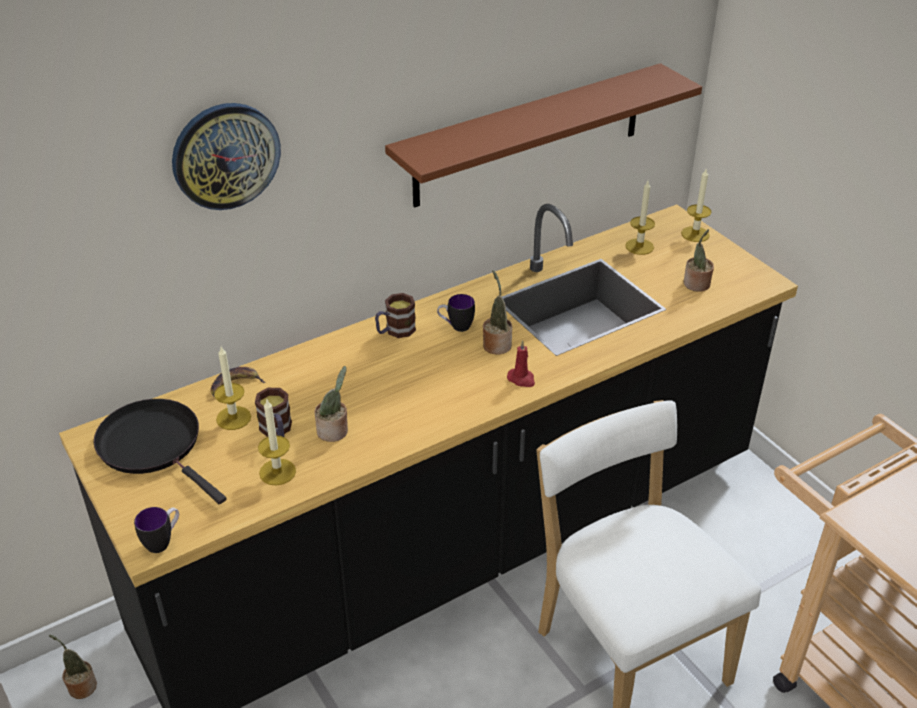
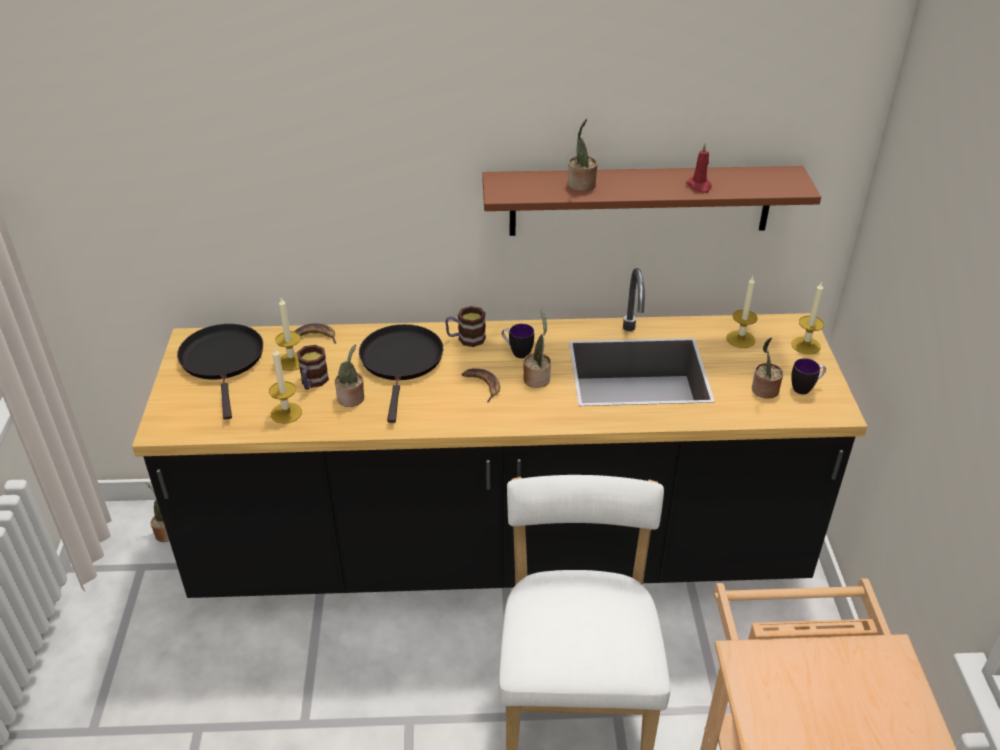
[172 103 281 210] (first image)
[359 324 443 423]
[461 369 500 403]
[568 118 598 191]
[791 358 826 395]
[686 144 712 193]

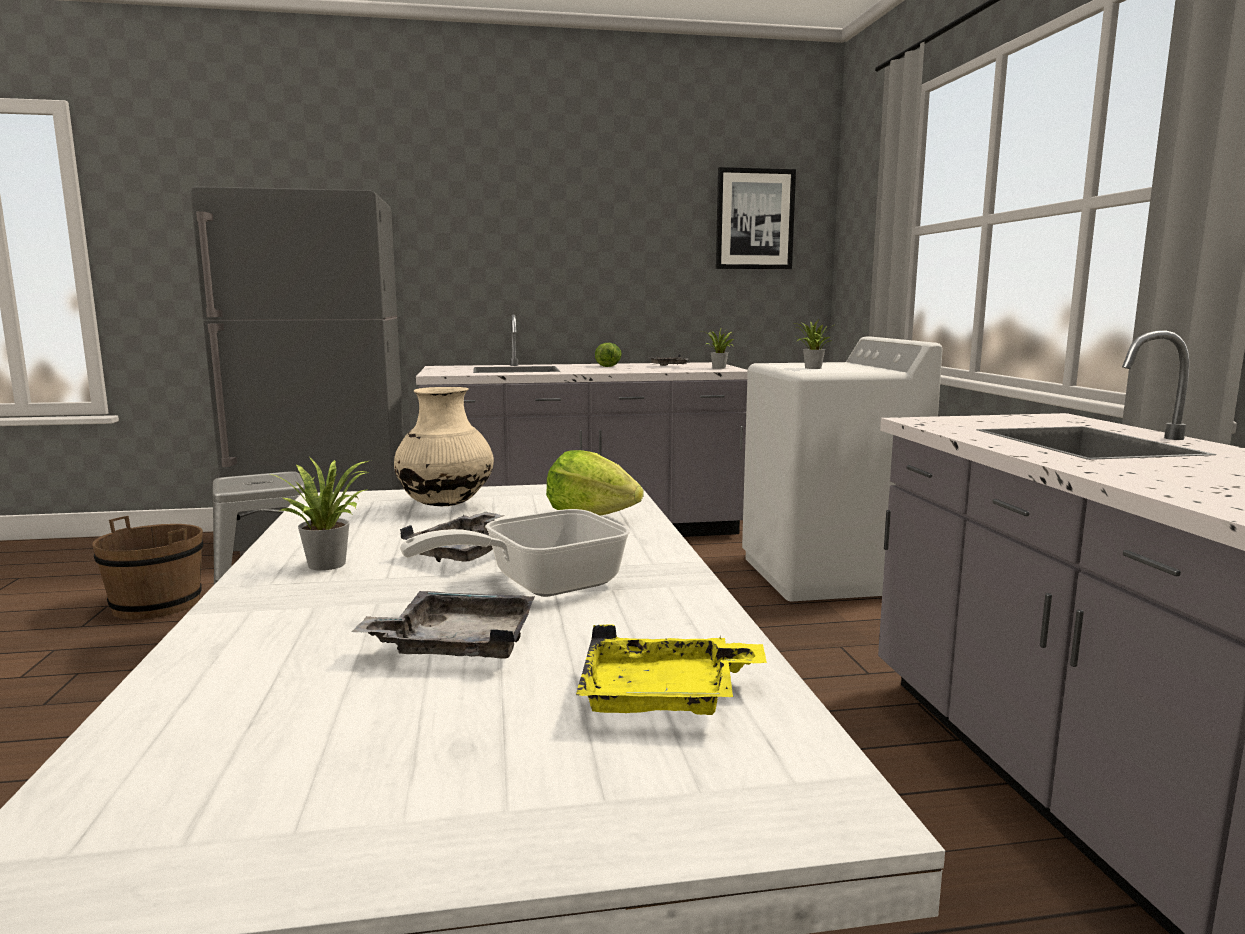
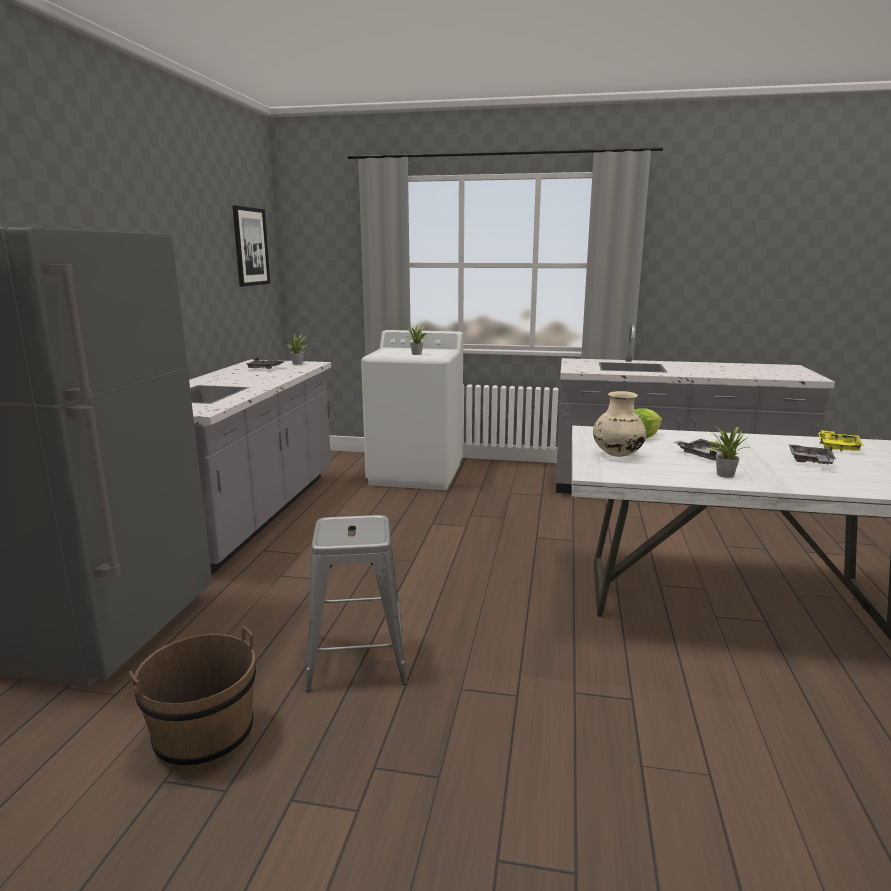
[400 509 630 597] (first image)
[595 343 622 367] (first image)

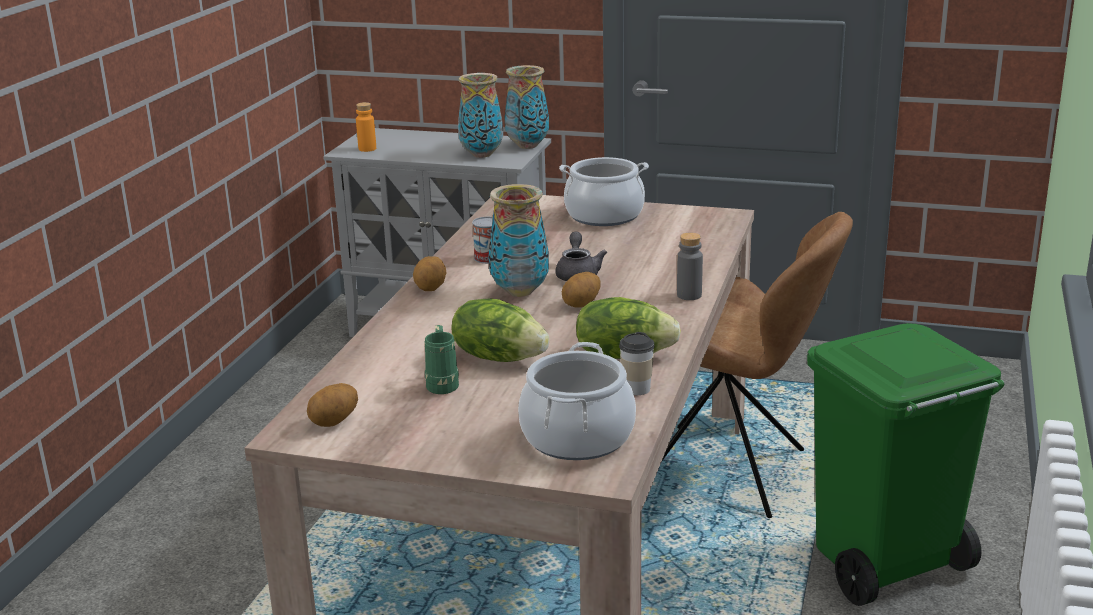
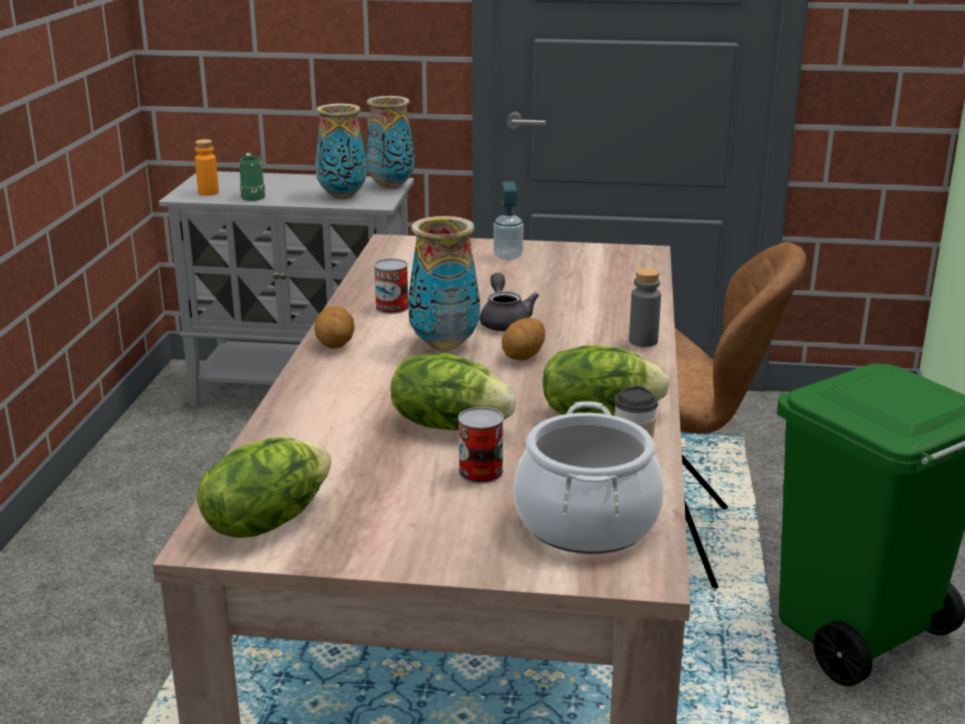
[458 407 504 483]
[239 153 265 201]
[197 437 331 538]
[493 181 523 260]

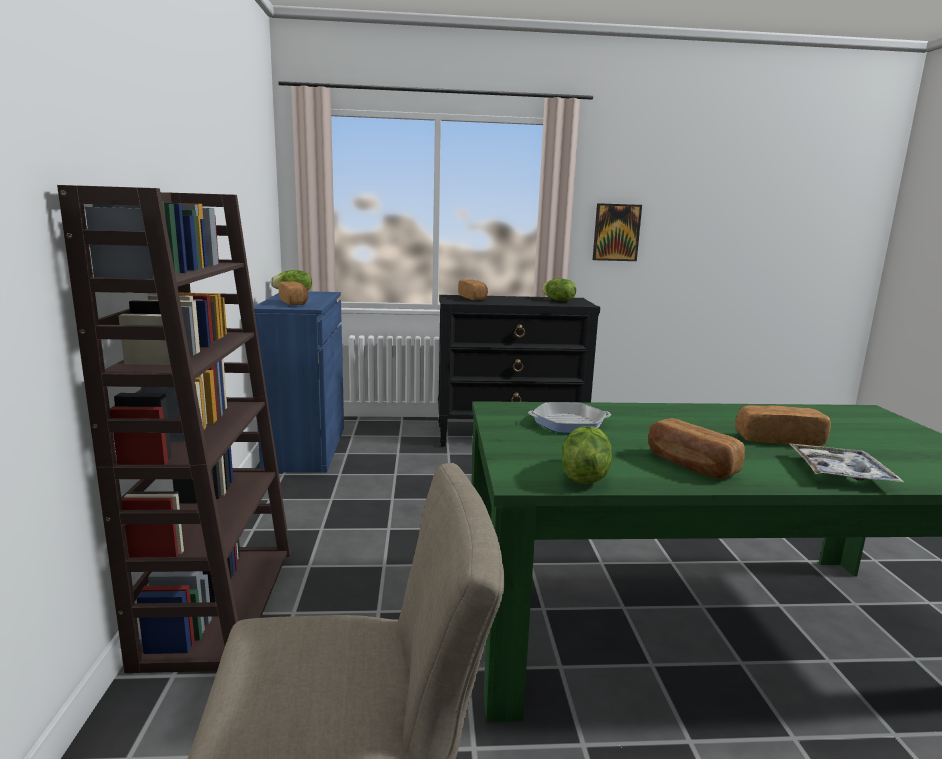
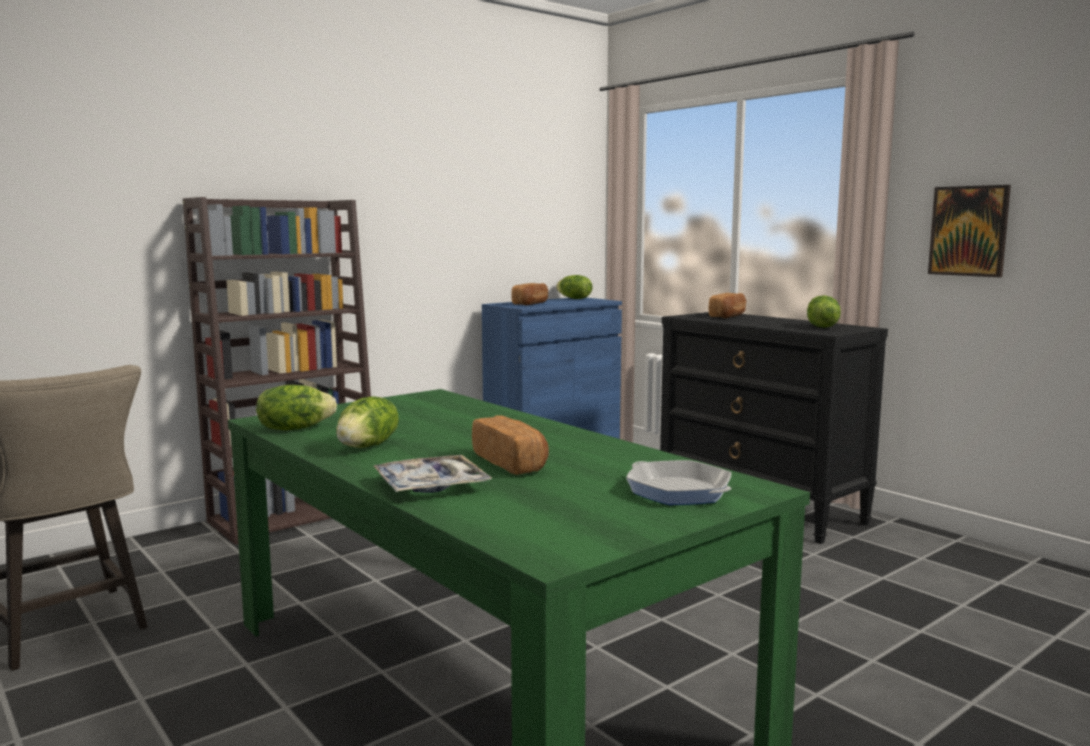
[626 460 732 505]
[336 397 399 448]

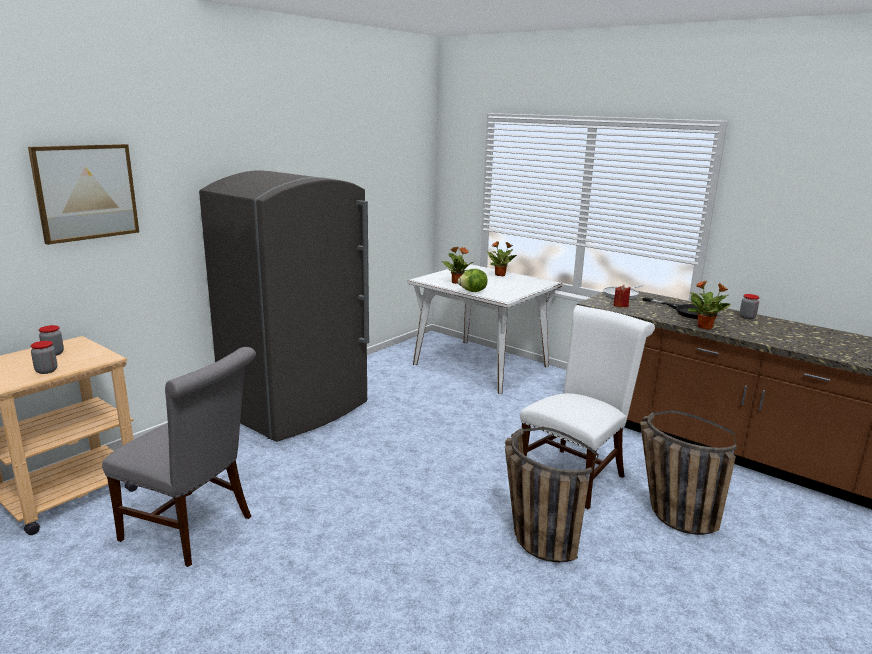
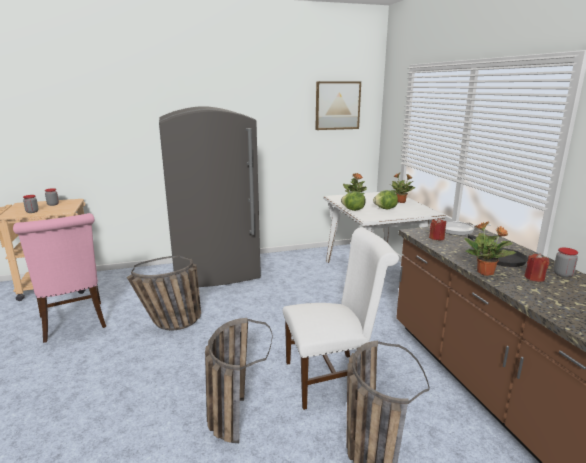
[127 255 201 330]
[373 190 398 210]
[524 254 549 282]
[315 81 361 130]
[13 213 106 343]

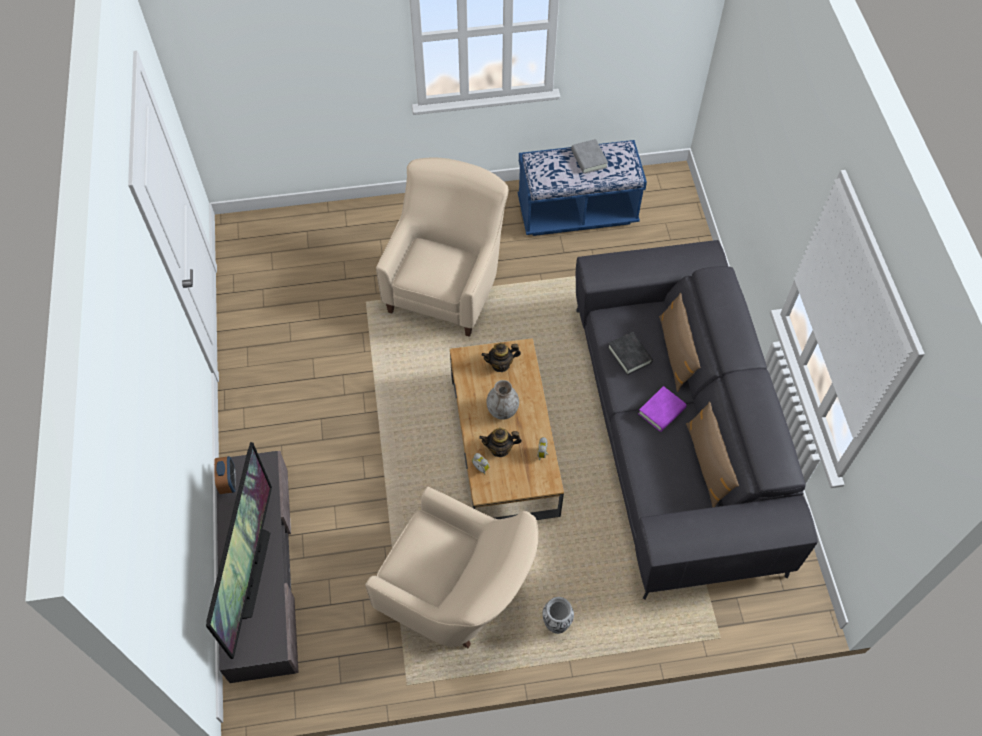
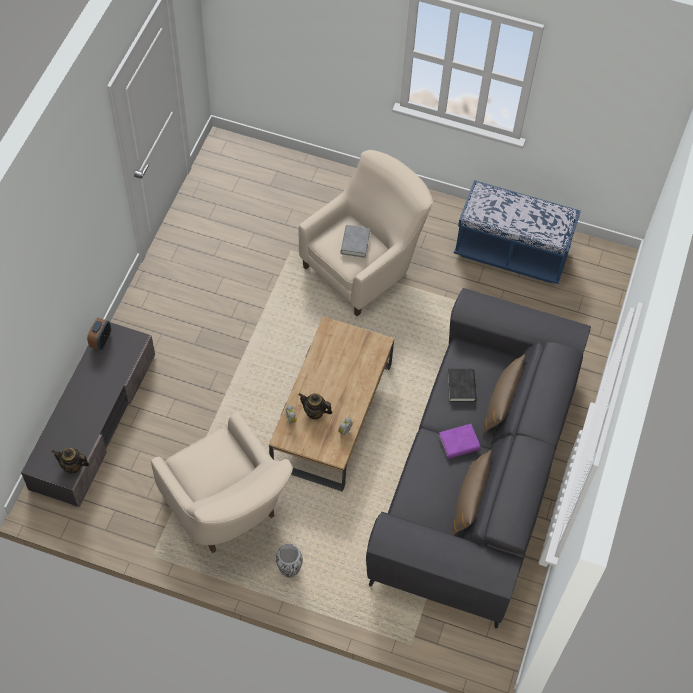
[206 442 272 659] (first image)
[486 380 519 420] (first image)
[52 448 90 474]
[341 225 370 258]

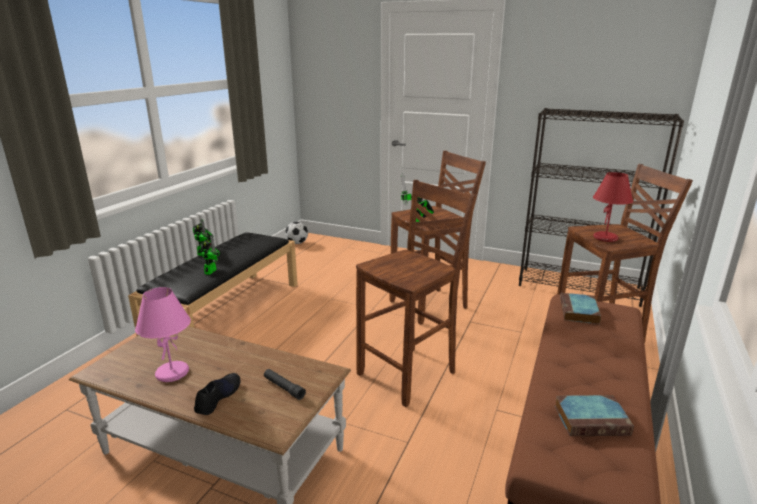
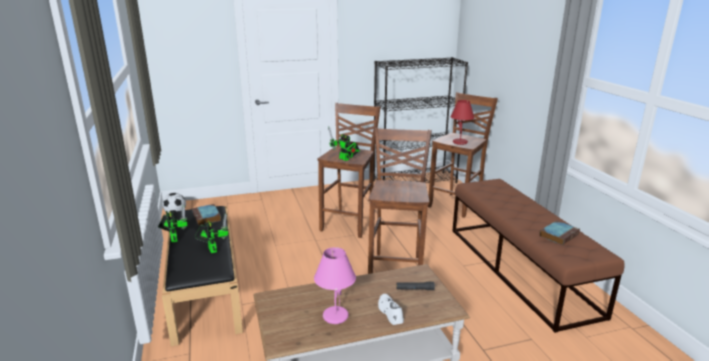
[192 204 221 225]
[378 294 404 325]

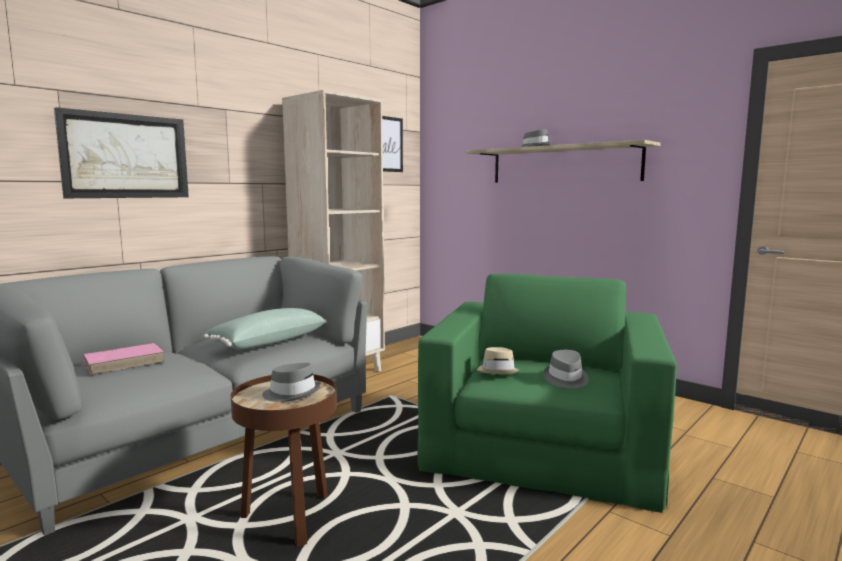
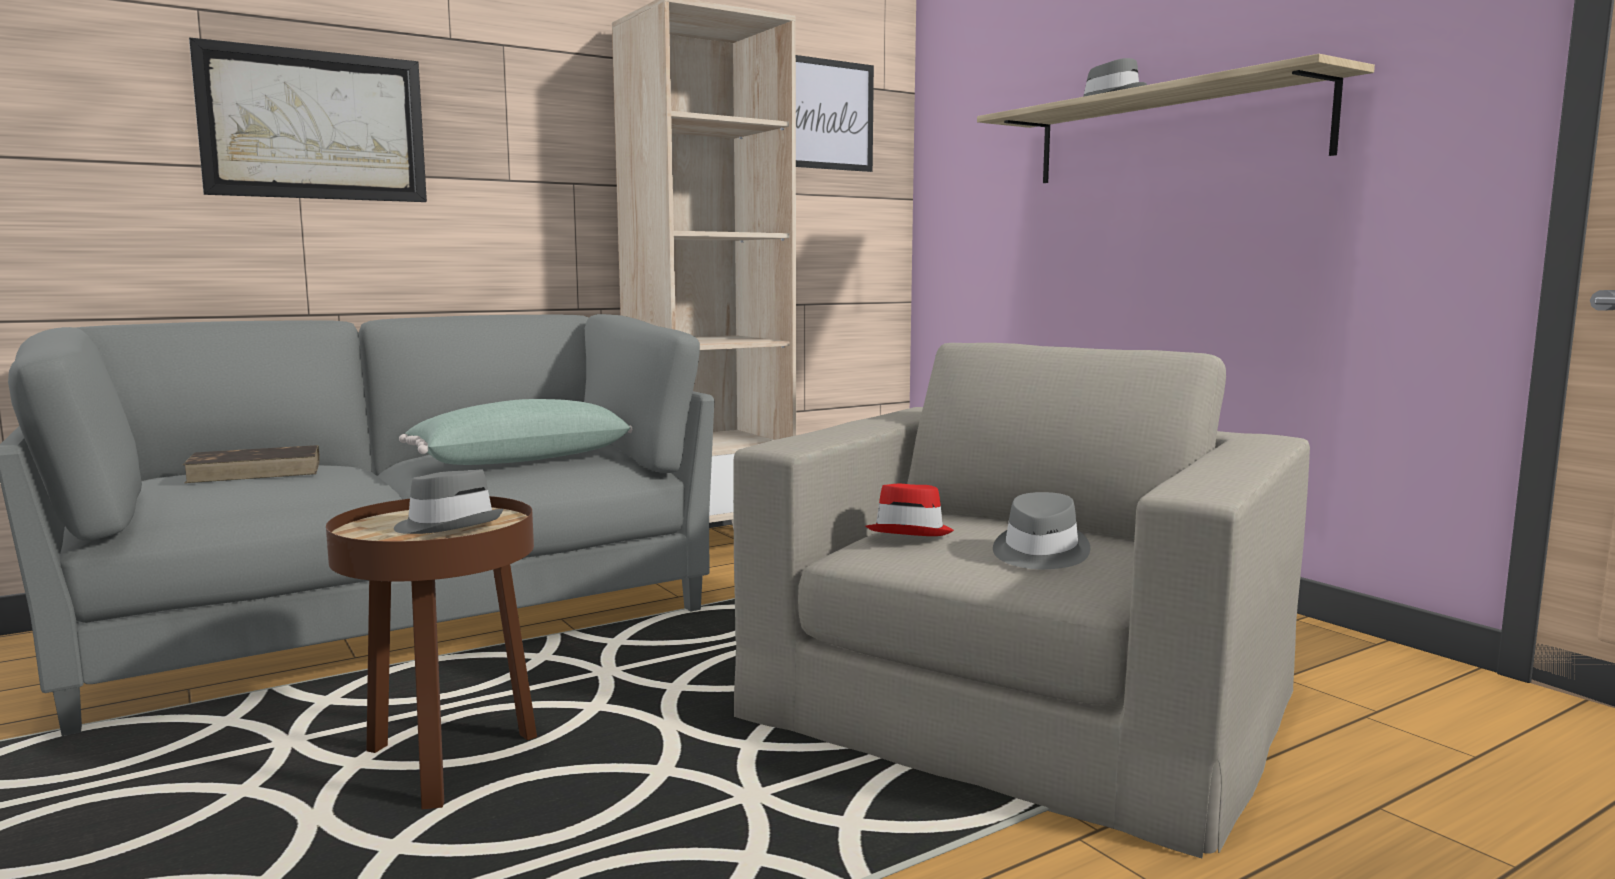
[183 445 320 483]
[733 343 1310 859]
[866 484 954 536]

